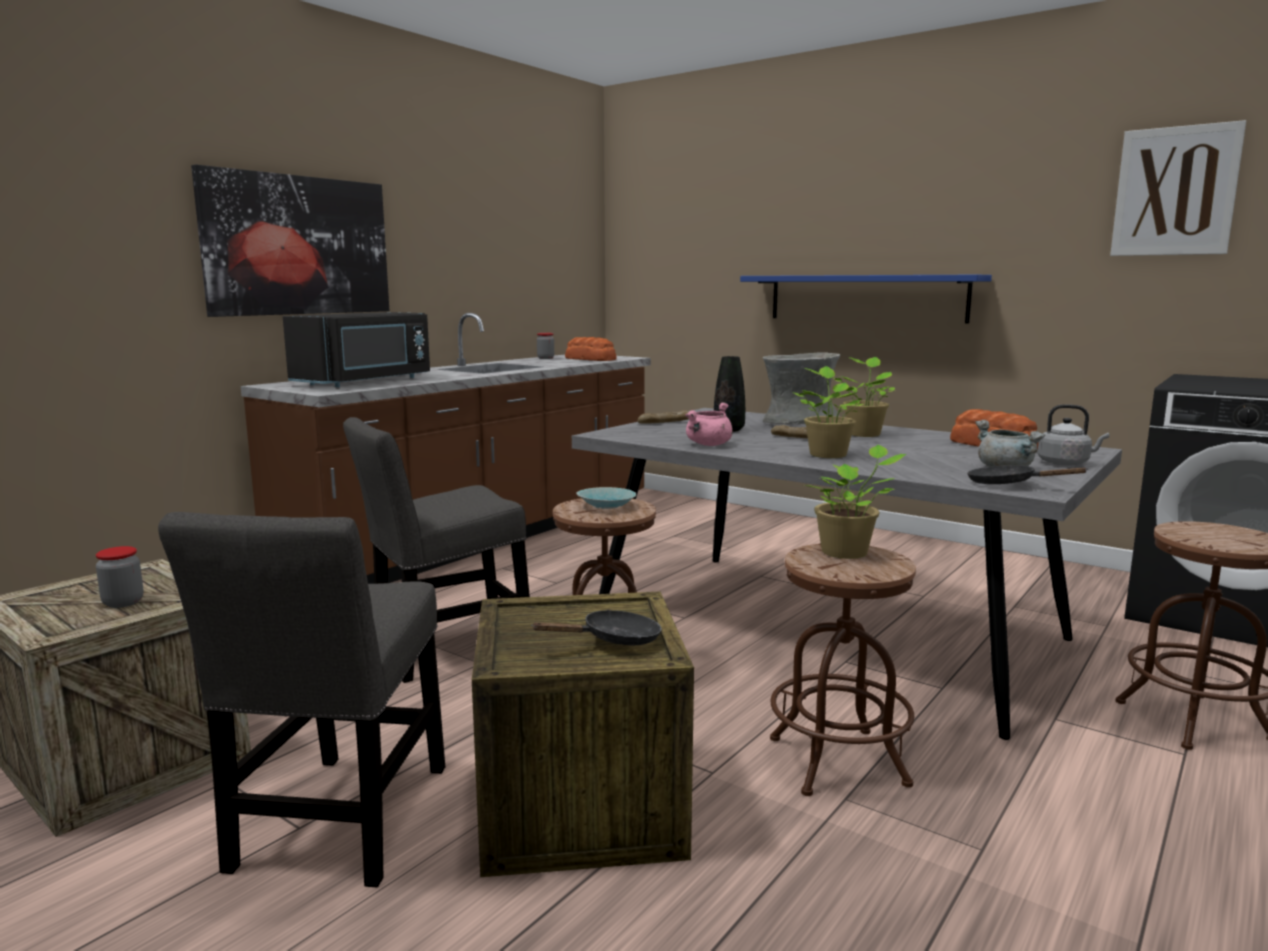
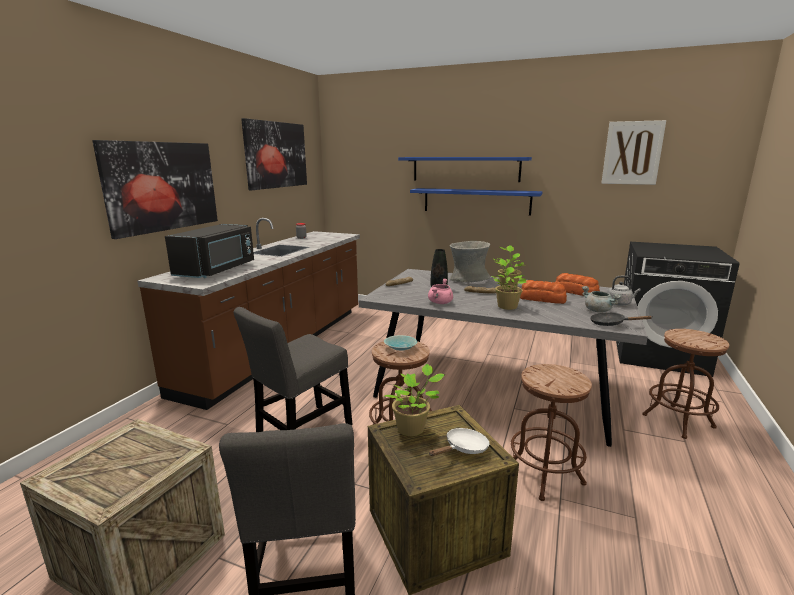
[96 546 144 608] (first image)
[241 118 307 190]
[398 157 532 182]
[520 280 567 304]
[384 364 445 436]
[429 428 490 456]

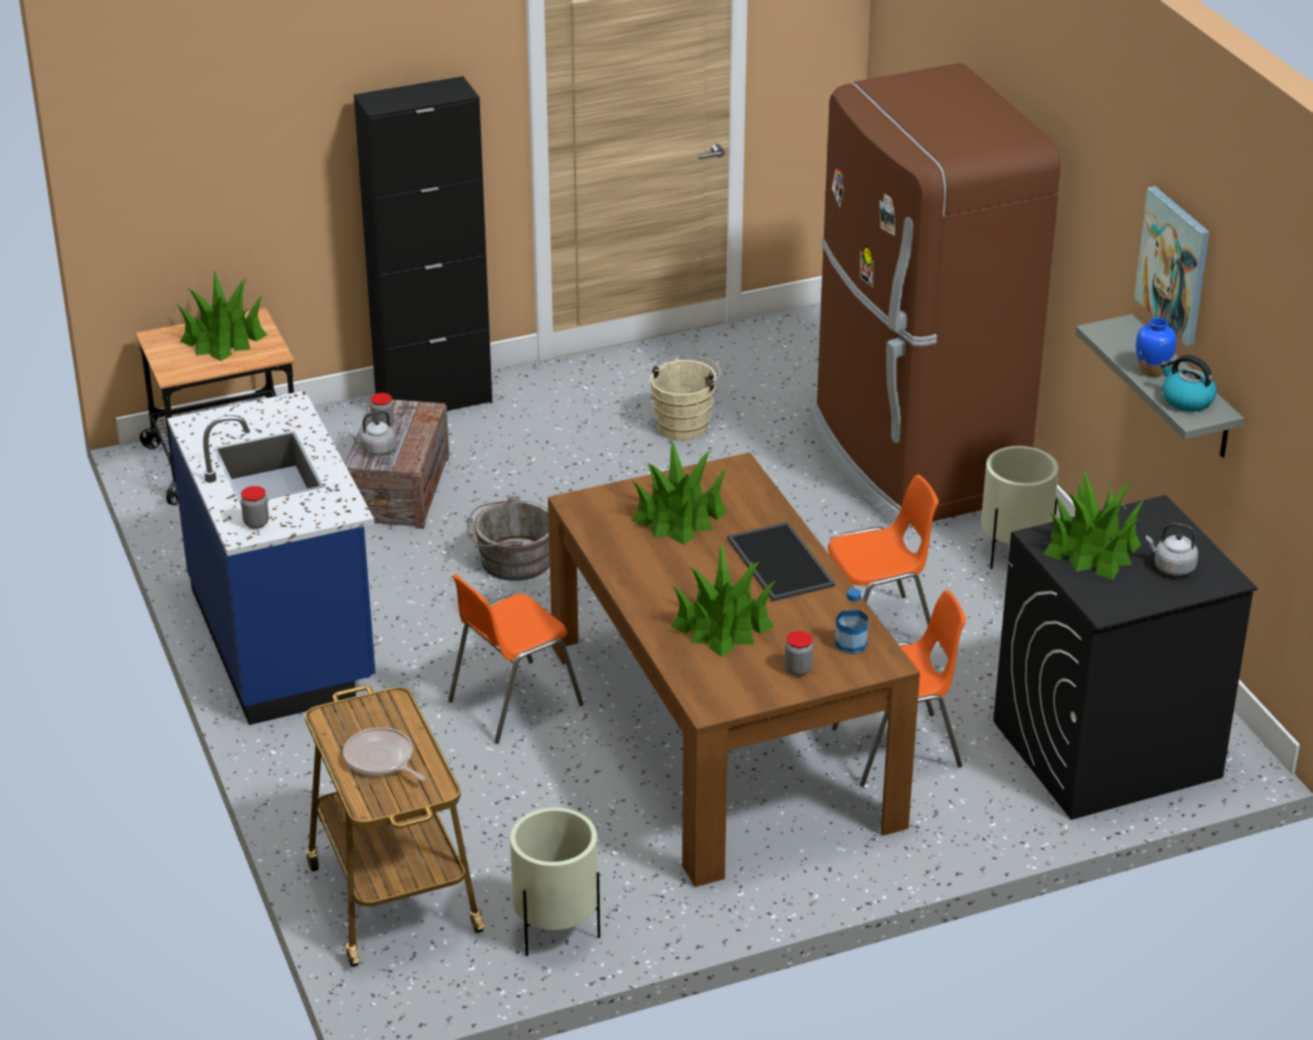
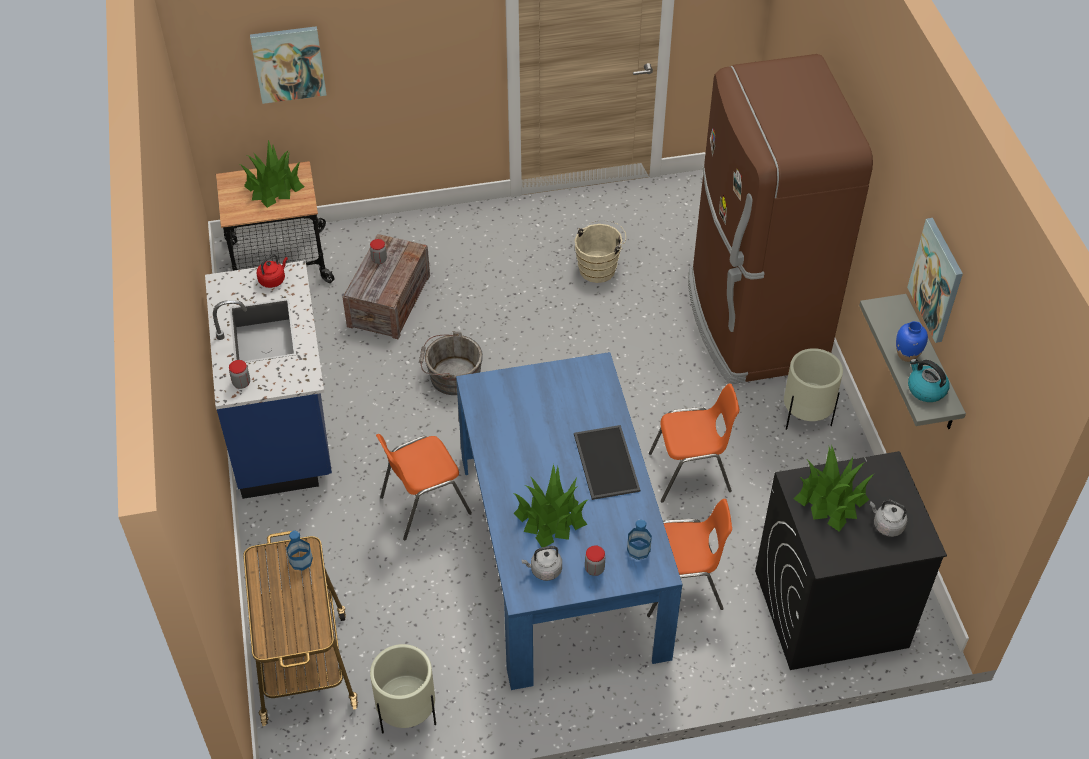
[343 727 426 781] (first image)
[354 76 492 411] (first image)
[632 439 728 545] (first image)
[250 26 327 104]
[257 254 288 288]
[286 530 313 571]
[521 546 562 581]
[456 352 682 690]

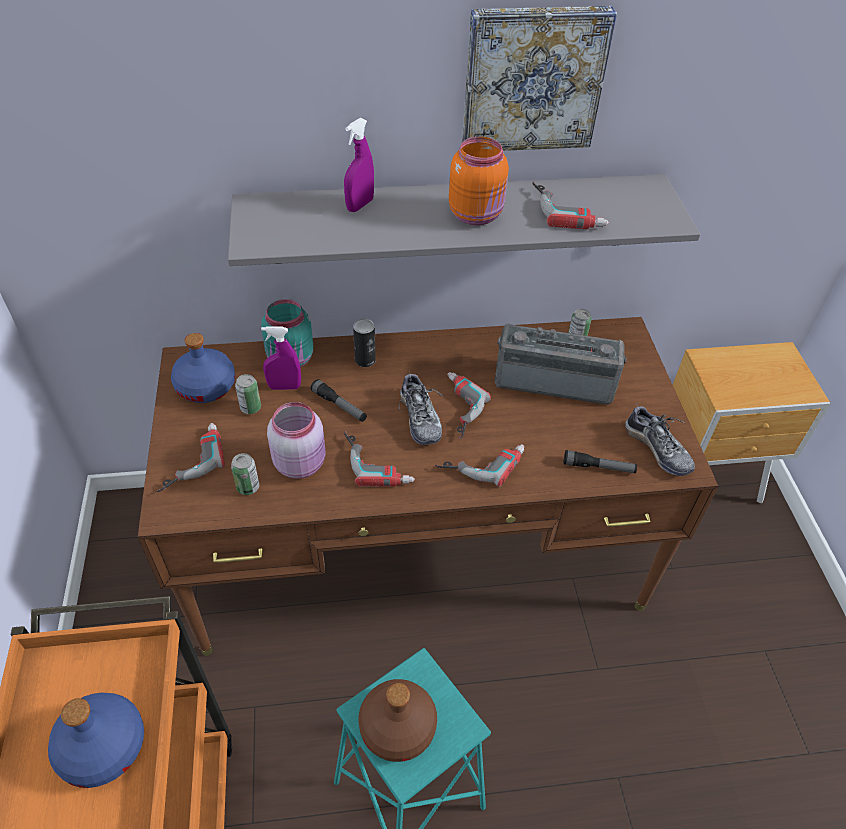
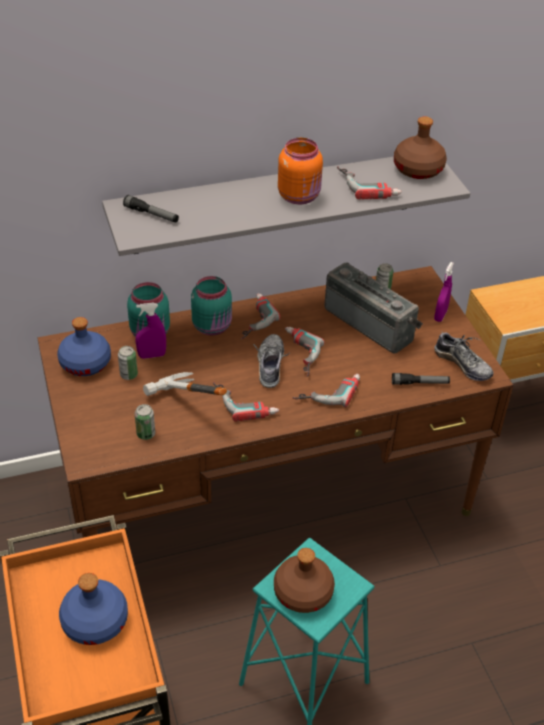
[462 6 617 151] (first image)
[394 117 447 179]
[241 293 280 339]
[123 195 179 223]
[434 262 454 322]
[143 372 227 396]
[191 276 232 335]
[253 334 290 388]
[324 262 423 354]

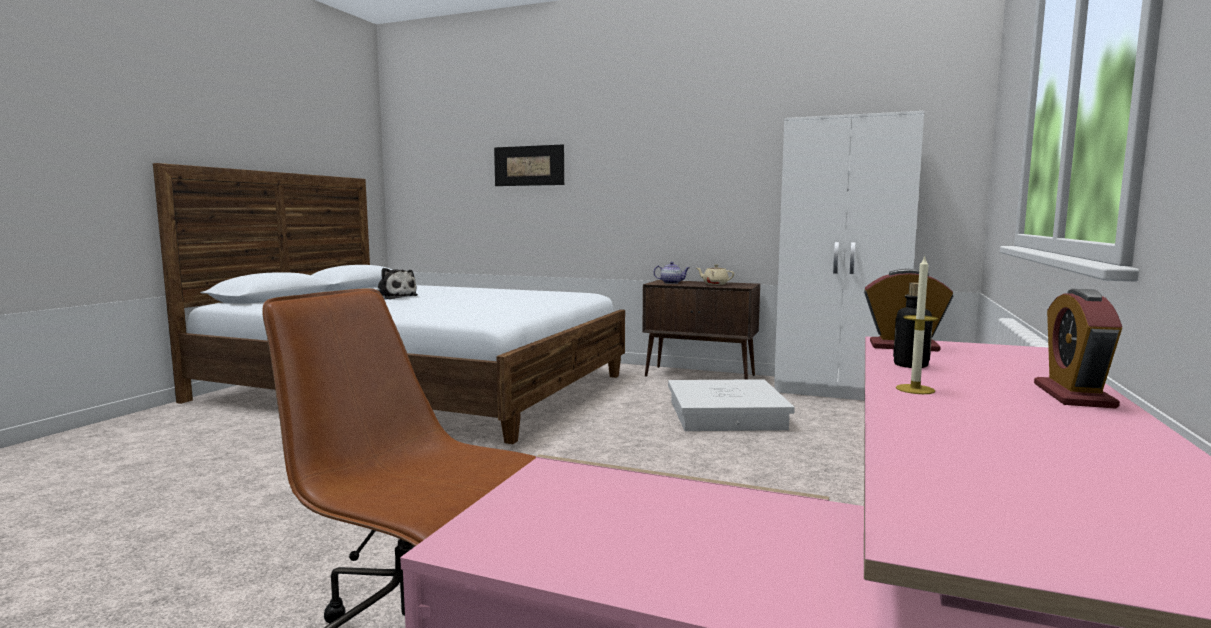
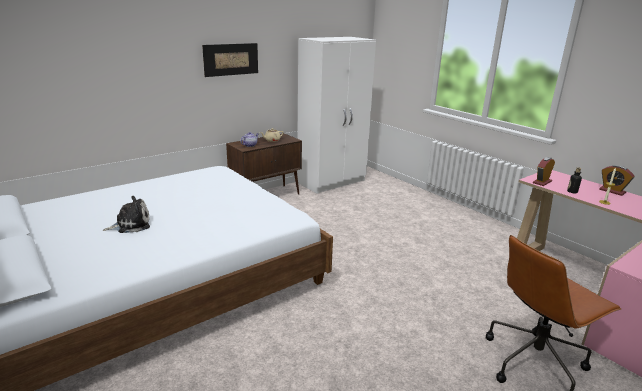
[668 379 795 431] (first image)
[202 43 258 77]

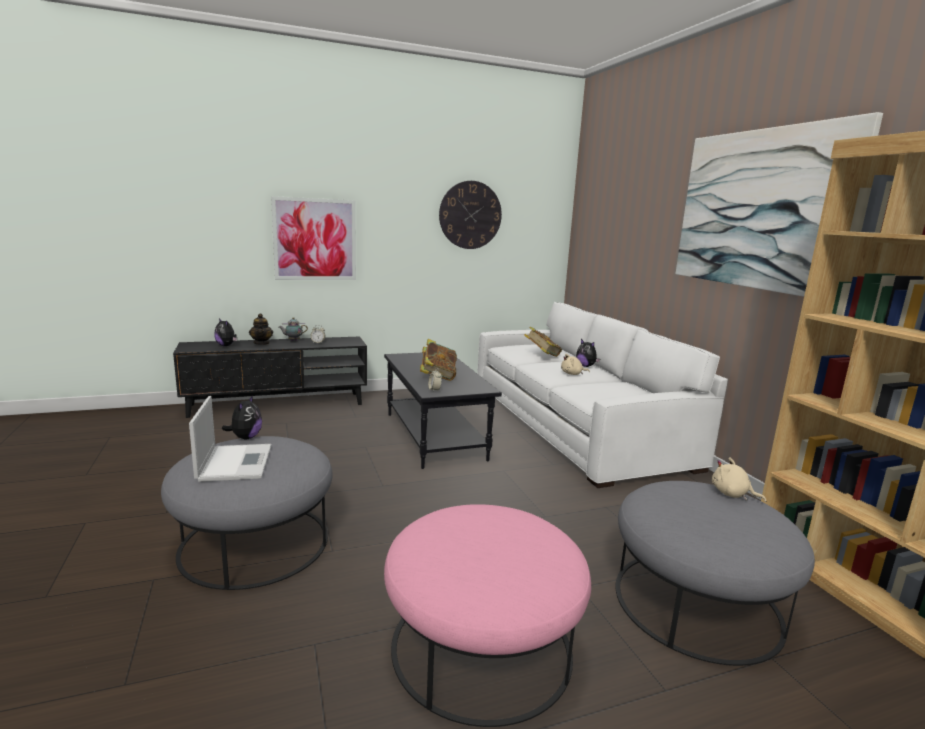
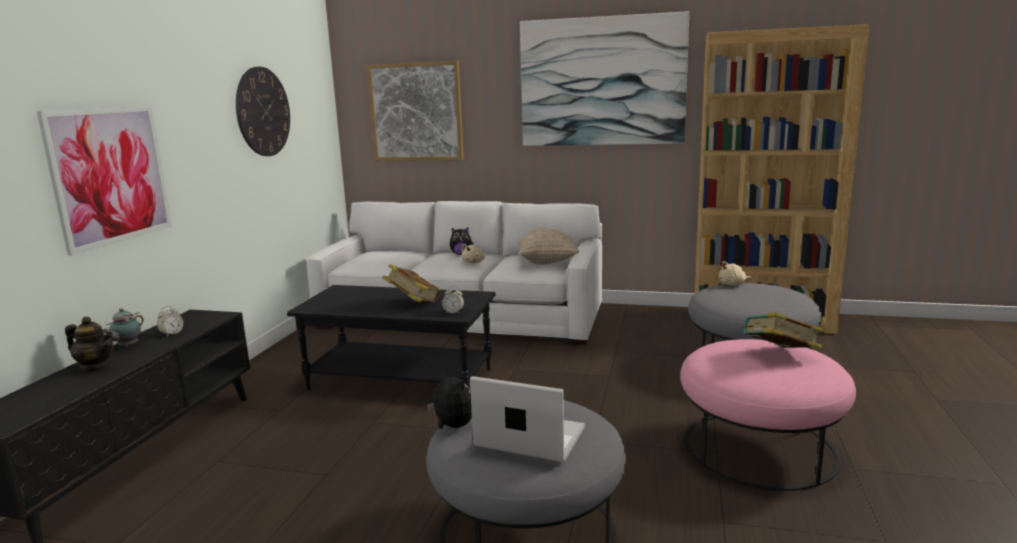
[214 318 237 346] (first image)
[367 61 464 161]
[518 228 579 265]
[742 312 825 349]

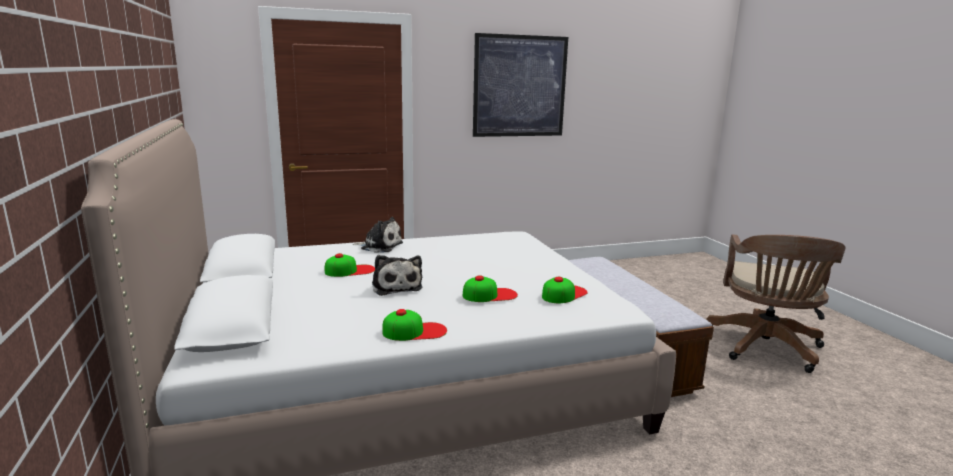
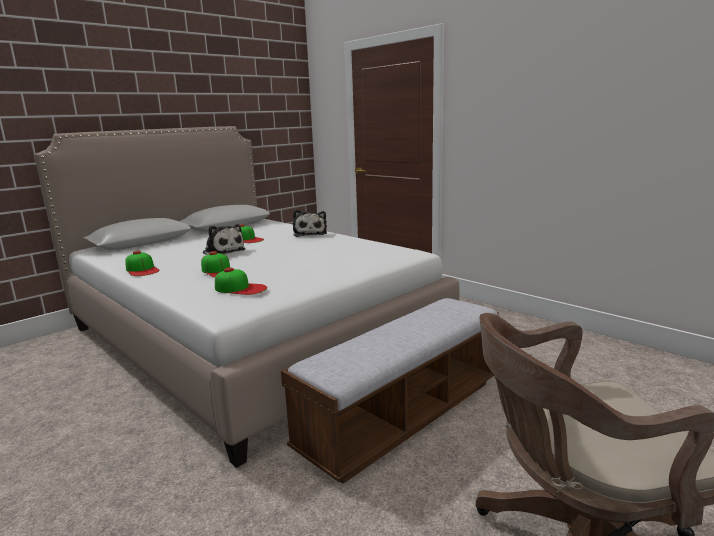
[473 33 568 137] (first image)
[203 224 245 255]

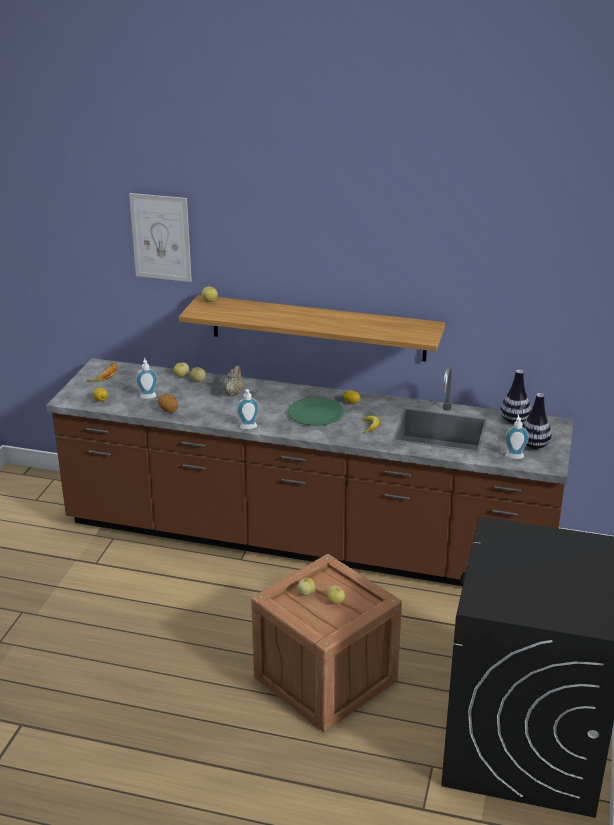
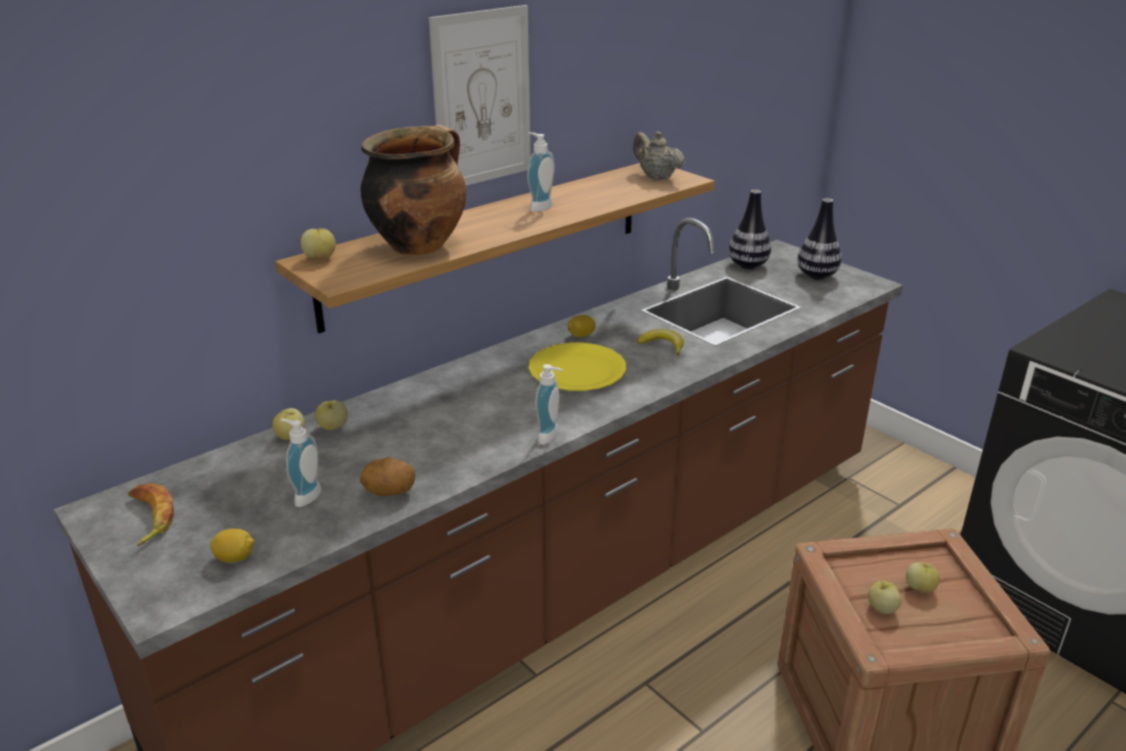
[360 125 466 256]
[429 5 530 186]
[633 131 685 180]
[527 132 554 212]
[529 342 626 391]

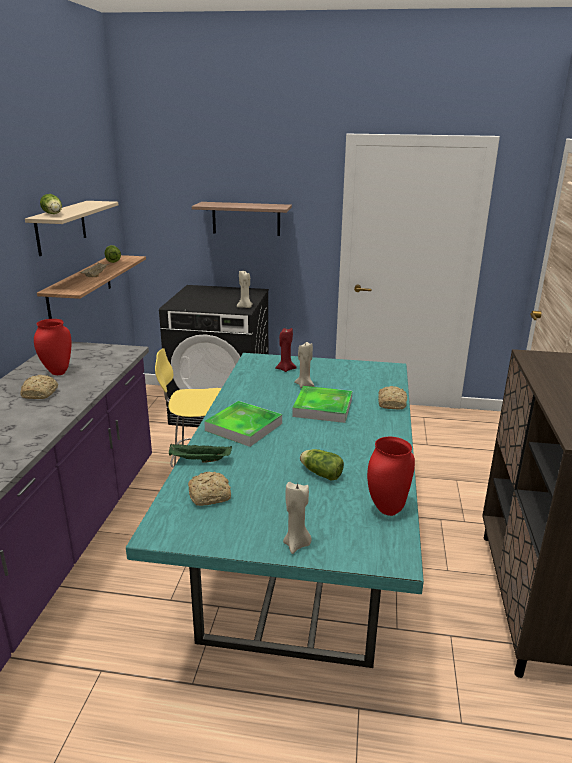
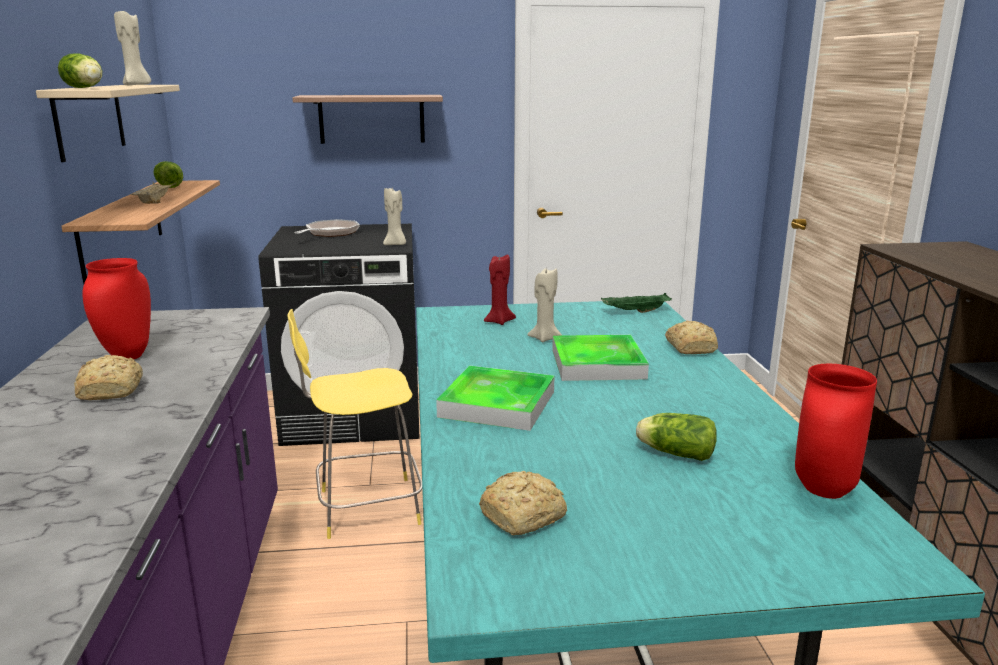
[294 219 360 237]
[601 293 672 313]
[114 11 151 85]

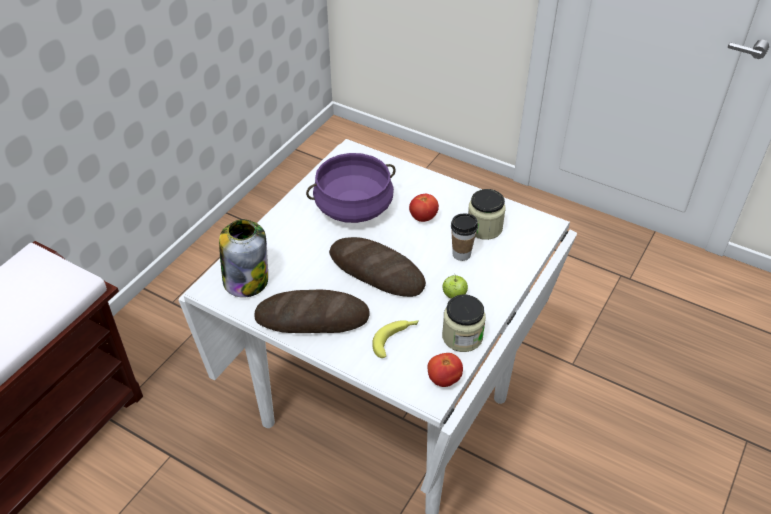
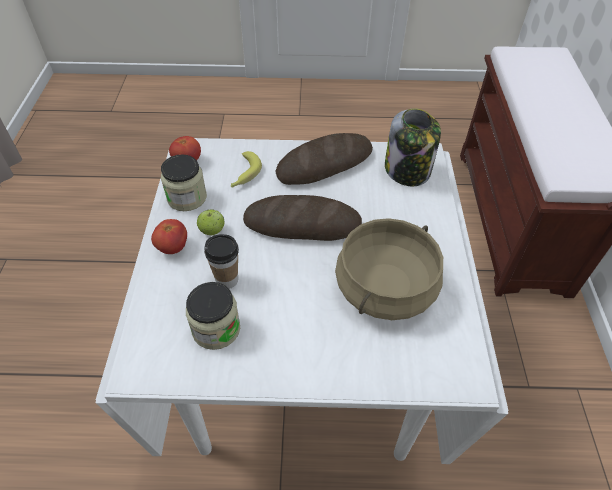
[151 219 187 254]
[335 218 443 320]

